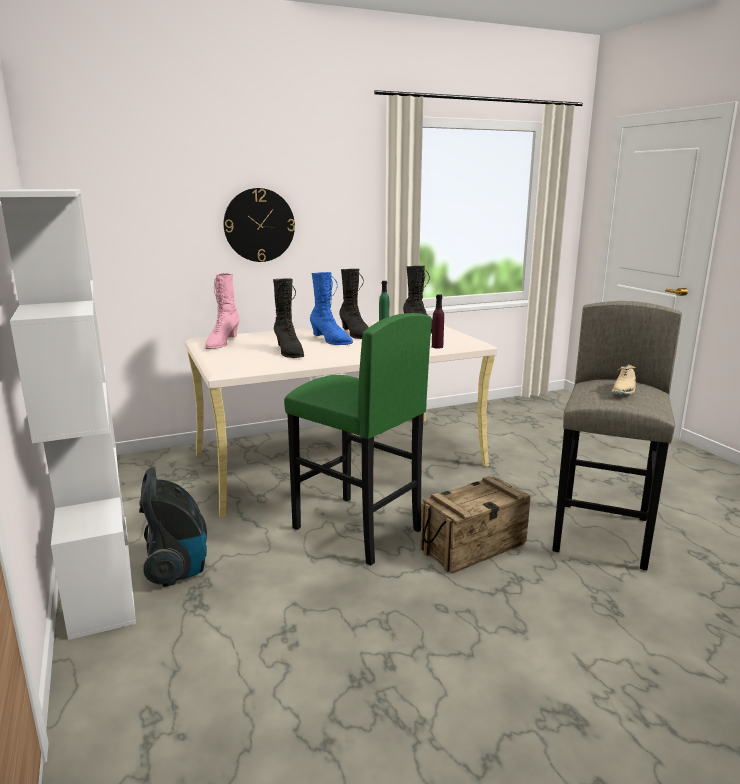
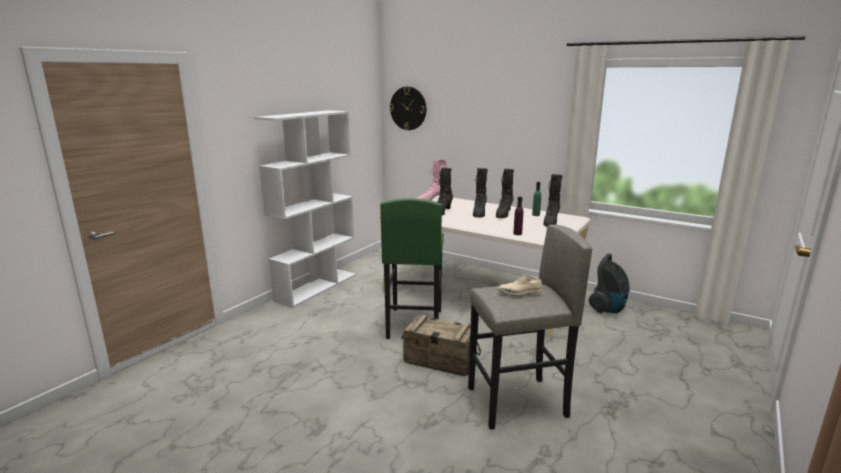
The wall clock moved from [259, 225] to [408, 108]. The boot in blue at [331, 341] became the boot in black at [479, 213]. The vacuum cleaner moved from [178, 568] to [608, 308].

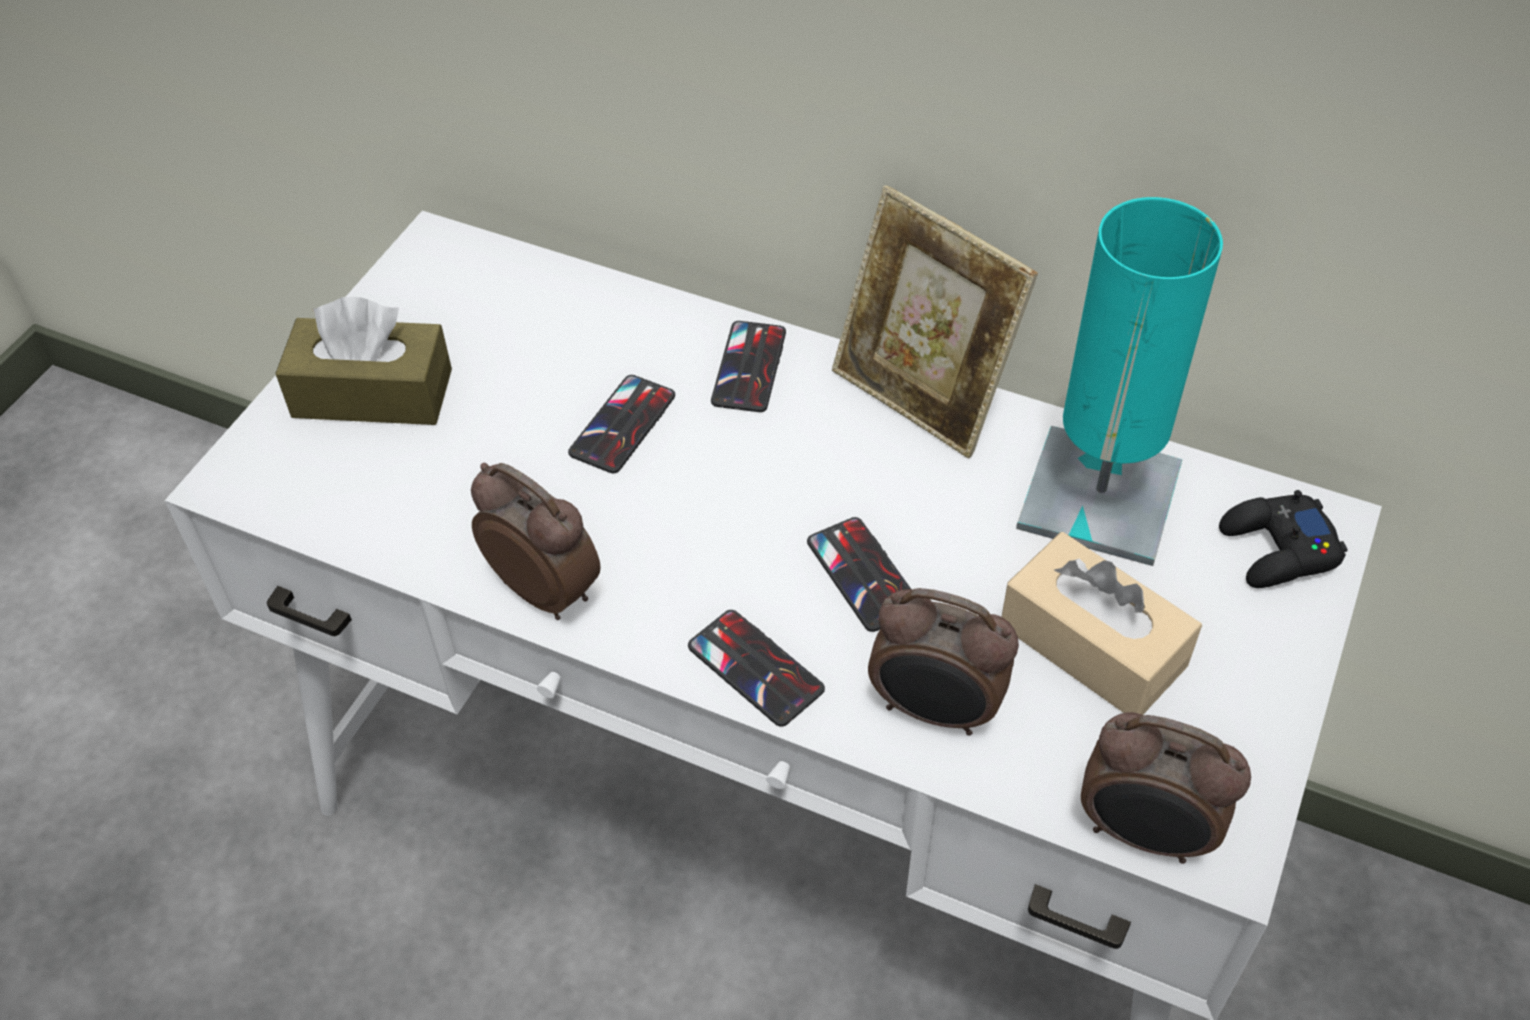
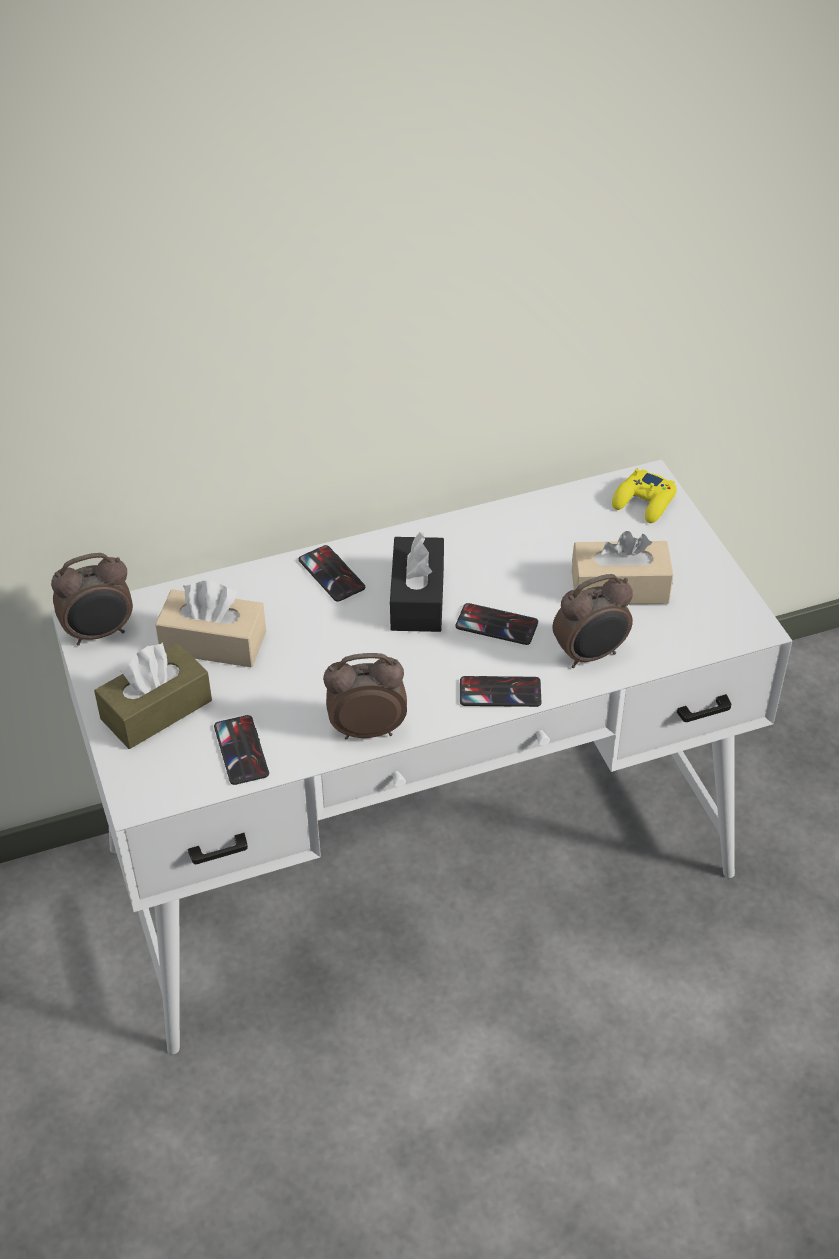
The picture frame at [921, 396] disappeared. The table lamp in turquoise at [1099, 497] disappeared. The phone moved from [623, 425] to [241, 750]. The game controller in black at [1278, 550] became the game controller in yellow at [644, 502]. The alarm clock moved from [1144, 834] to [100, 633]. The tissue box in black at [417, 598] appeared. The tissue box in beige at [213, 642] appeared.

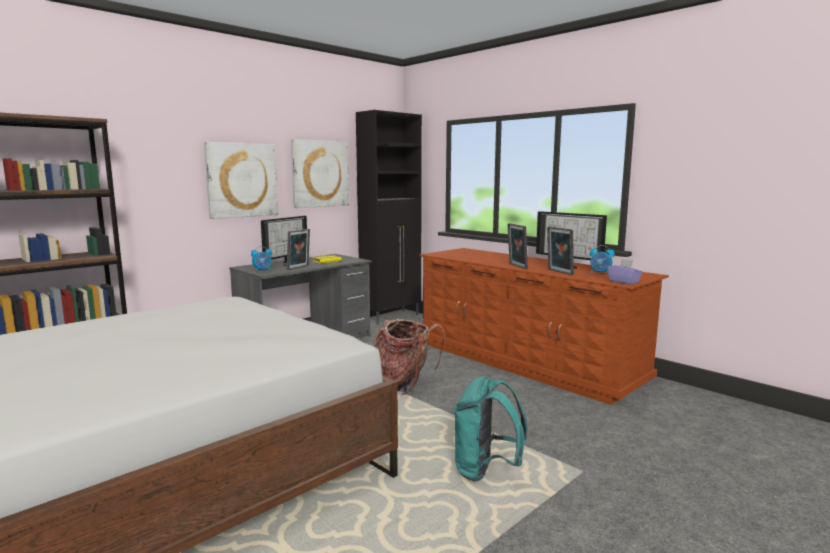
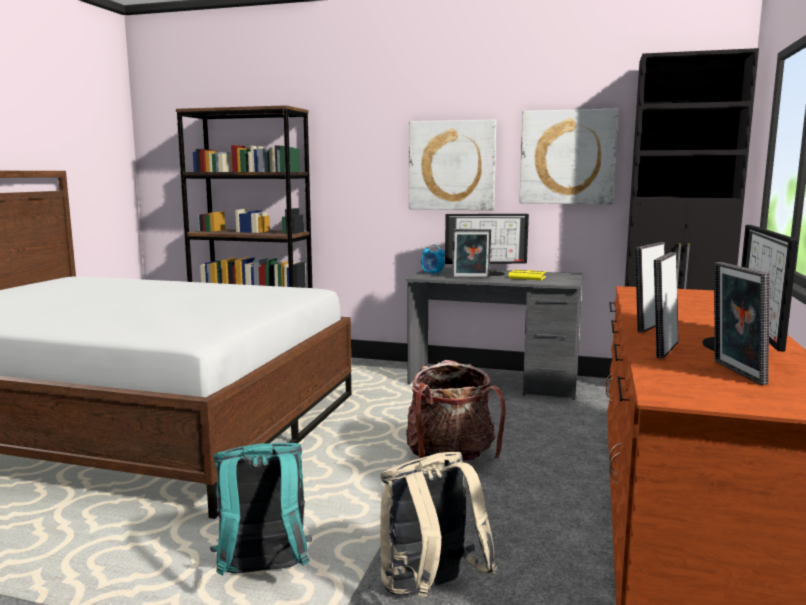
The alarm clock at [600, 273] was replaced by the picture frame at [734, 372]. The tissue box in purple at [624, 282] disappeared. The backpack in beige at [429, 591] appeared.

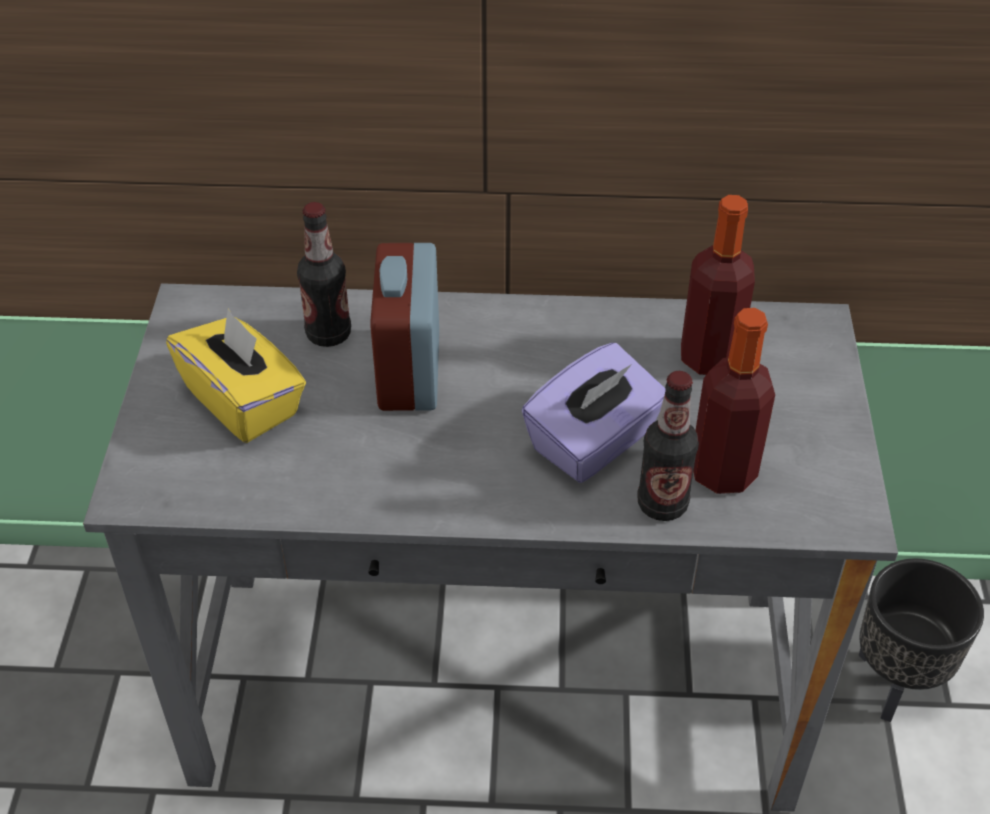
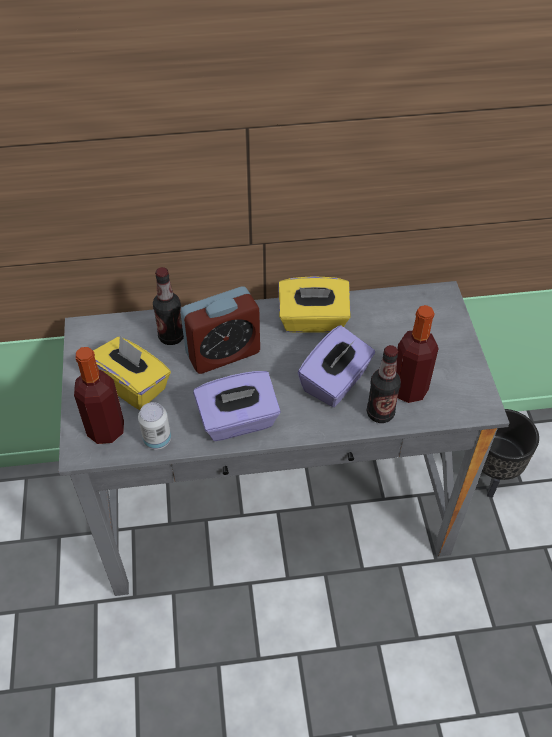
The bottle moved from [709, 357] to [106, 430]. The alarm clock at [409, 371] turned 105 degrees counterclockwise. The tissue box in yellow at [313, 321] appeared. The tissue box in purple at [238, 421] appeared. The can at [157, 440] appeared.

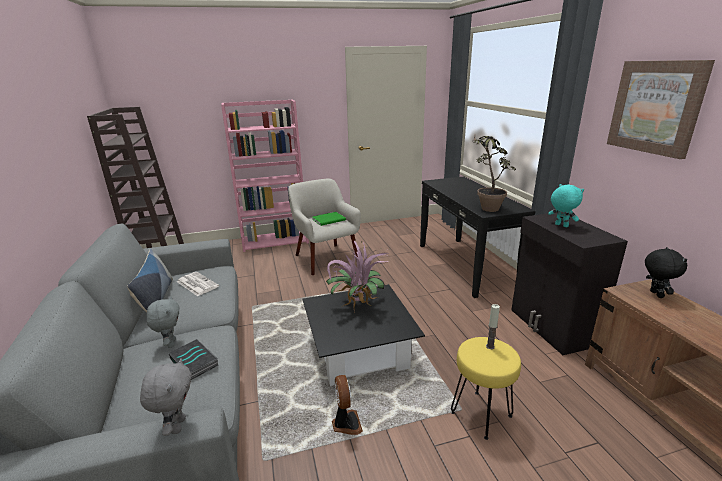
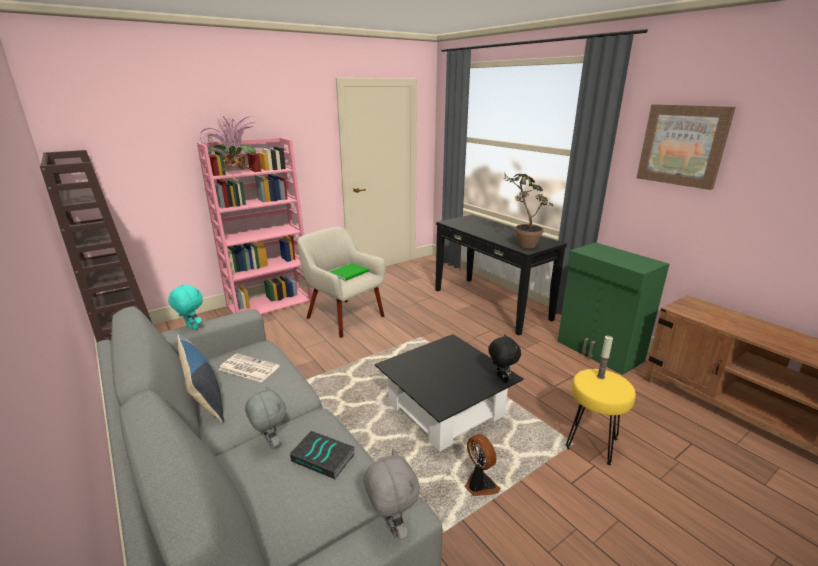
The plush toy in turquoise moved from [561, 225] to [191, 327]. The cabinet in black at [551, 327] became the cabinet in green at [599, 351]. The potted plant moved from [357, 305] to [234, 173]. The plush toy in black moved from [655, 294] to [501, 379].

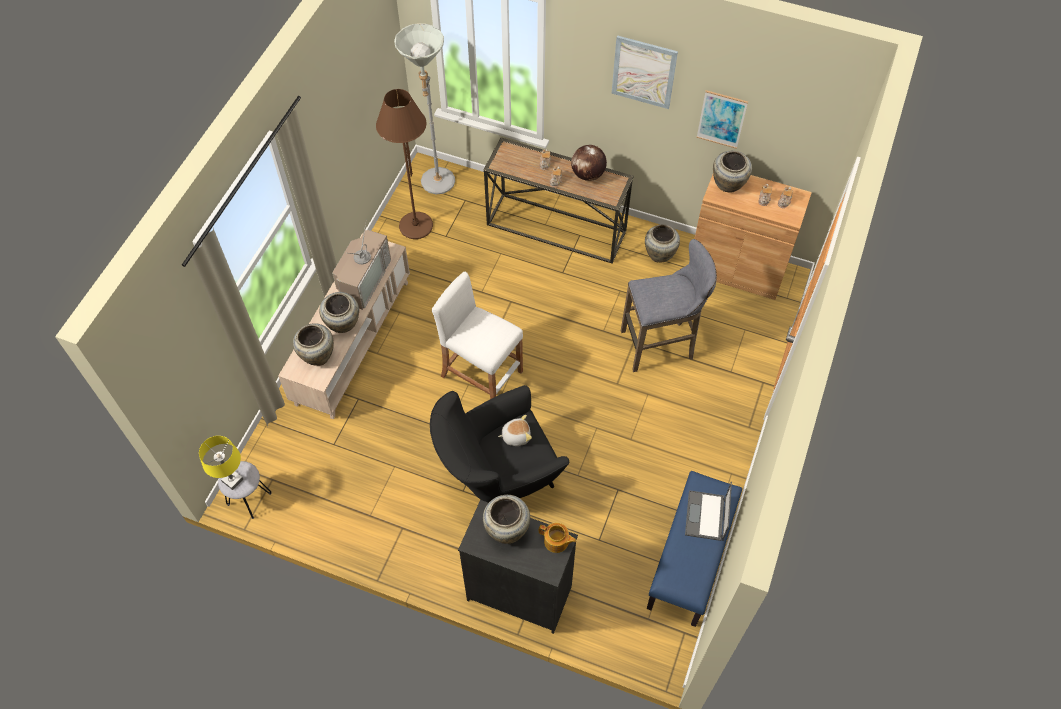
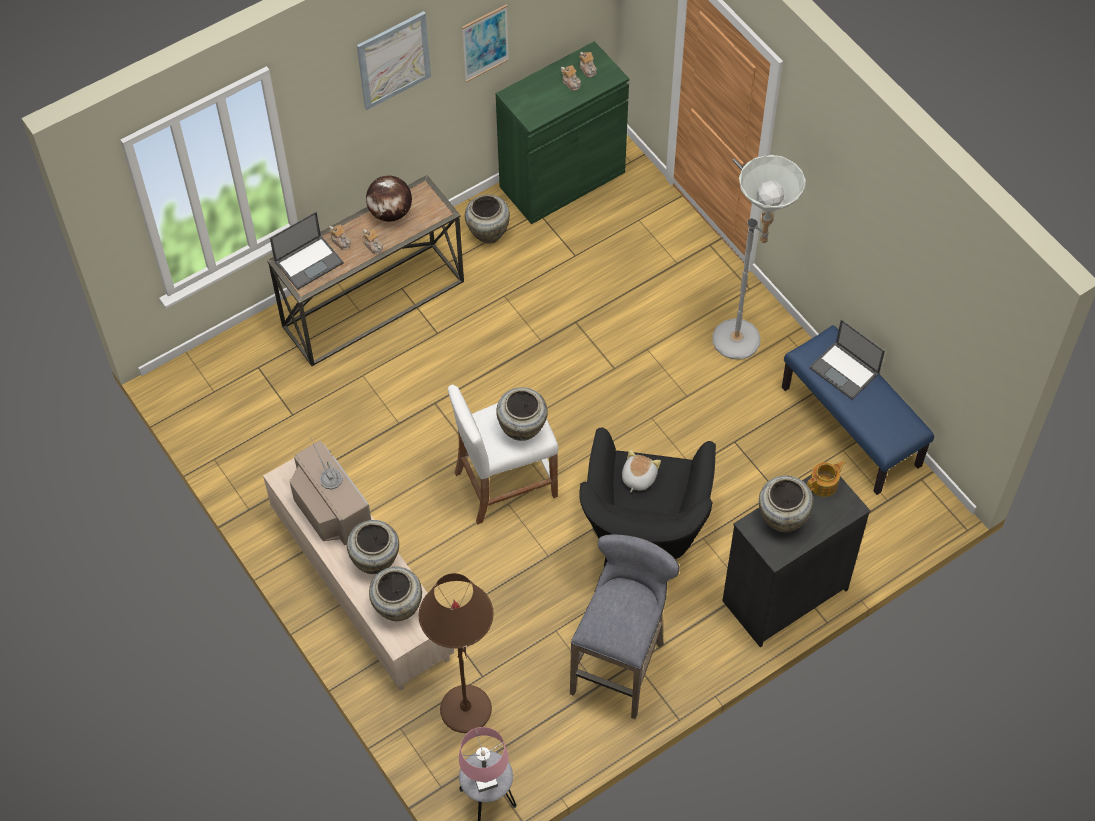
The floor lamp in grey moved from [436, 187] to [744, 346]. The floor lamp in brown moved from [416, 226] to [465, 709]. The vase in beige moved from [728, 185] to [522, 429]. The cabinet in brown at [736, 269] became the cabinet in green at [562, 179]. The stool in grey moved from [660, 345] to [620, 664]. The table lamp in yellow at [232, 480] became the table lamp in pink at [485, 780]. The laptop at [309, 262] appeared.

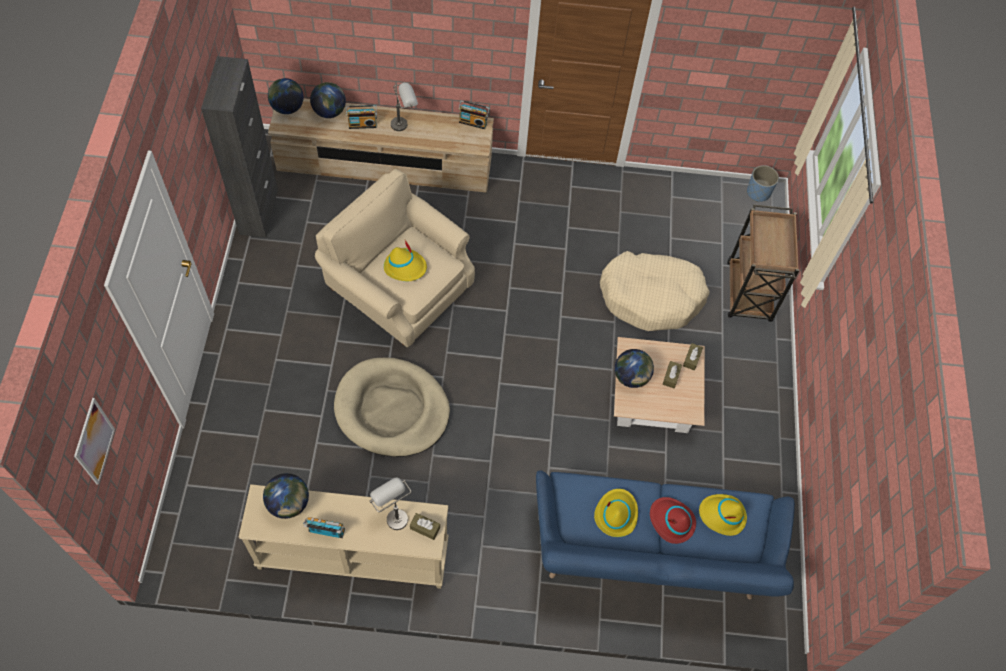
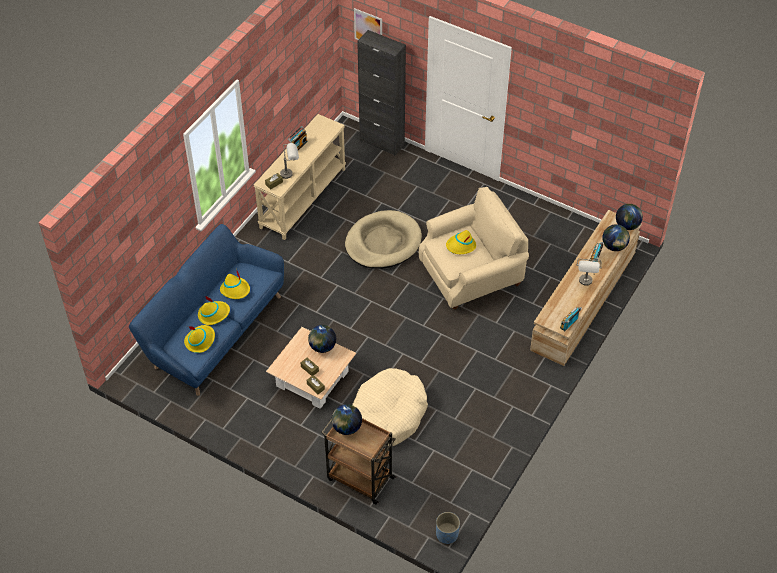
The cabinet in black moved from [259, 211] to [382, 142]. The globe moved from [289, 503] to [346, 428]. The hat in red at [671, 521] became the hat in yellow at [213, 314].

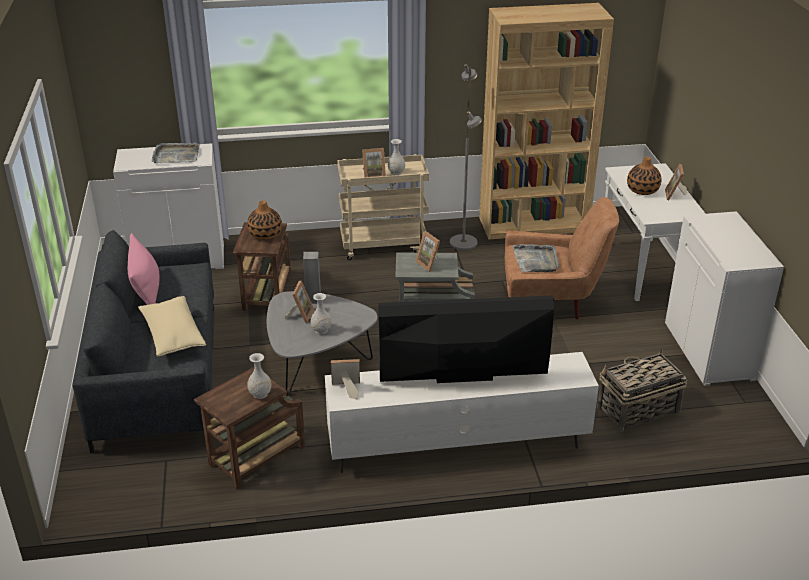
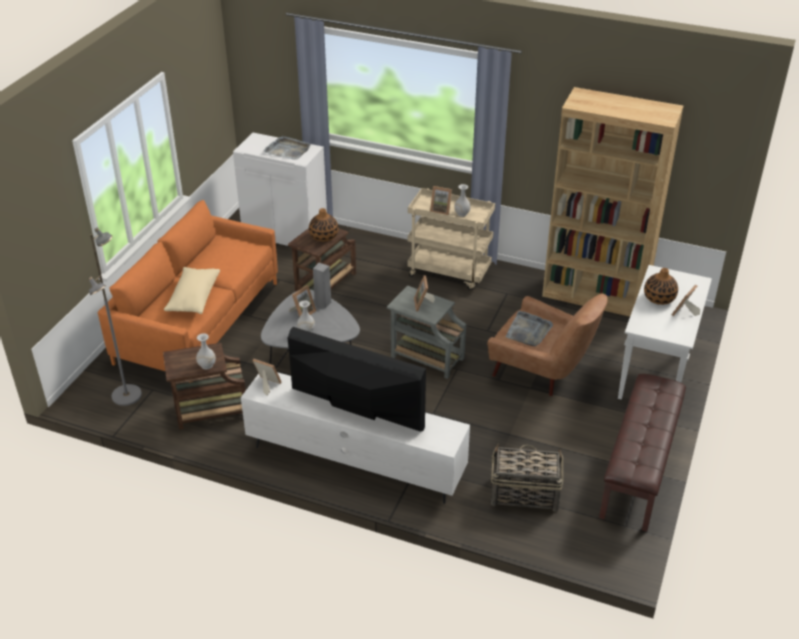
The floor lamp in grey moved from [464, 243] to [127, 395]. The cabinet in white at [710, 352] was replaced by the bench in brown at [640, 469]. The sofa in grey at [158, 374] became the sofa in orange at [198, 322]. The pillow in pink at [146, 289] disappeared.

